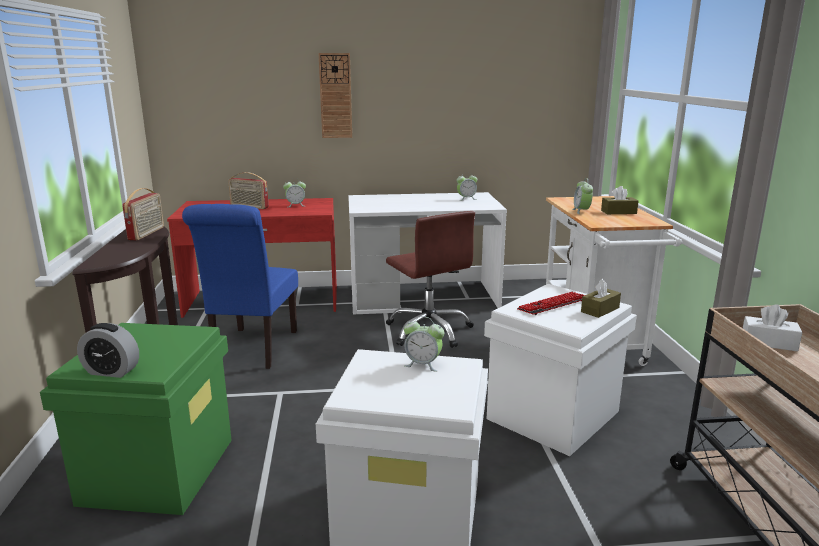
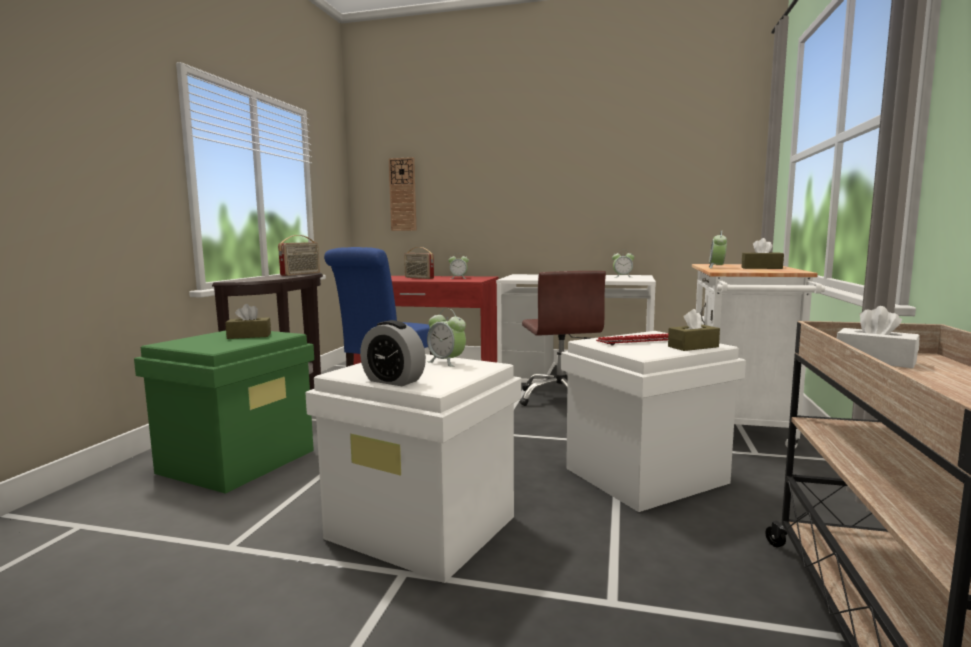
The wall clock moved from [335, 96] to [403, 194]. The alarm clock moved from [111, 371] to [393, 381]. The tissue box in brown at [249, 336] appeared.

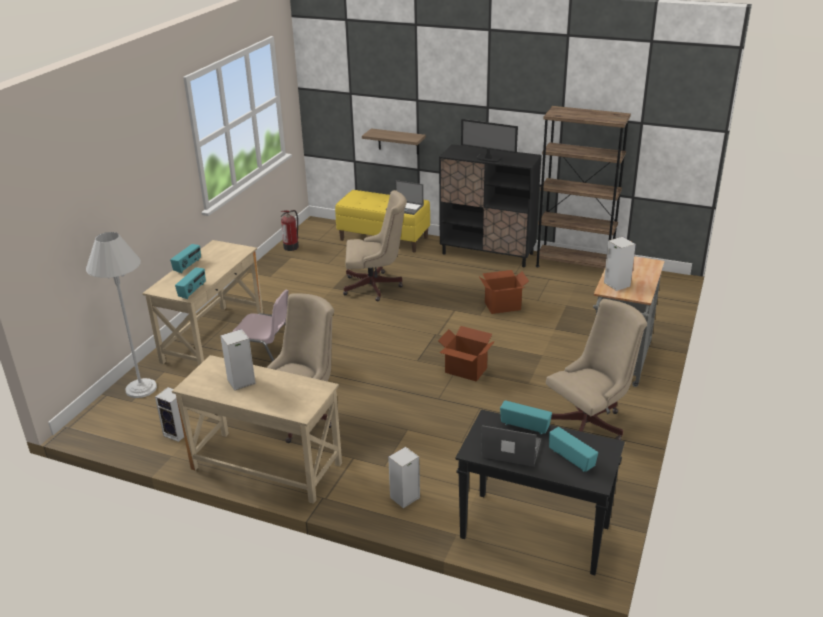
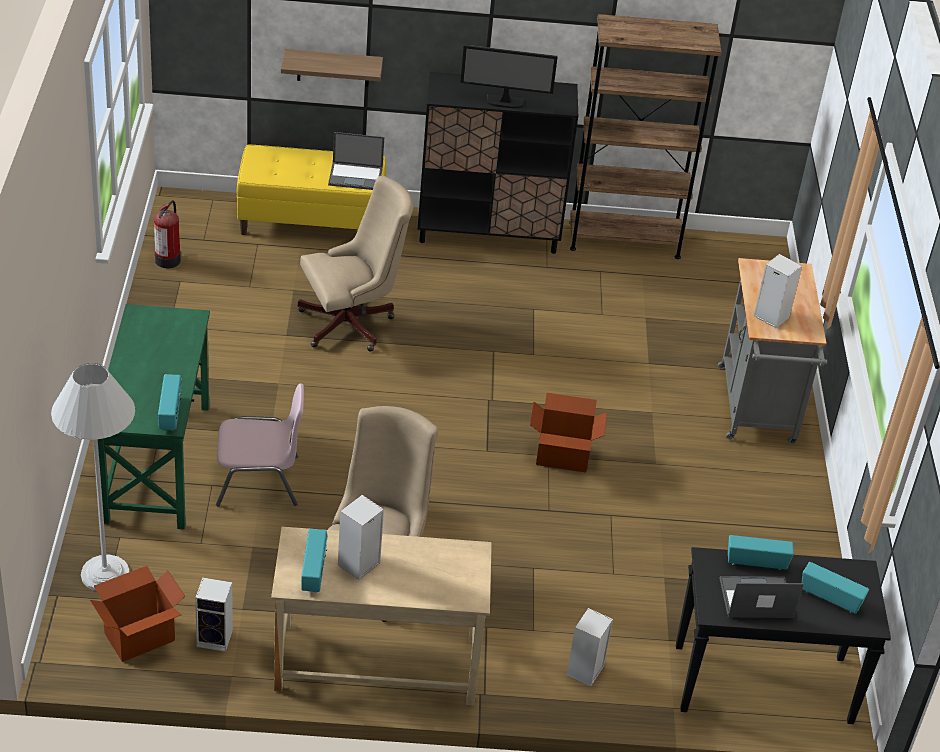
The desk in beige at [213, 338] became the desk in green at [156, 462]. The radio moved from [188, 266] to [314, 572]. The cardboard box moved from [502, 306] to [139, 636]. The office chair in beige at [590, 423] disappeared.

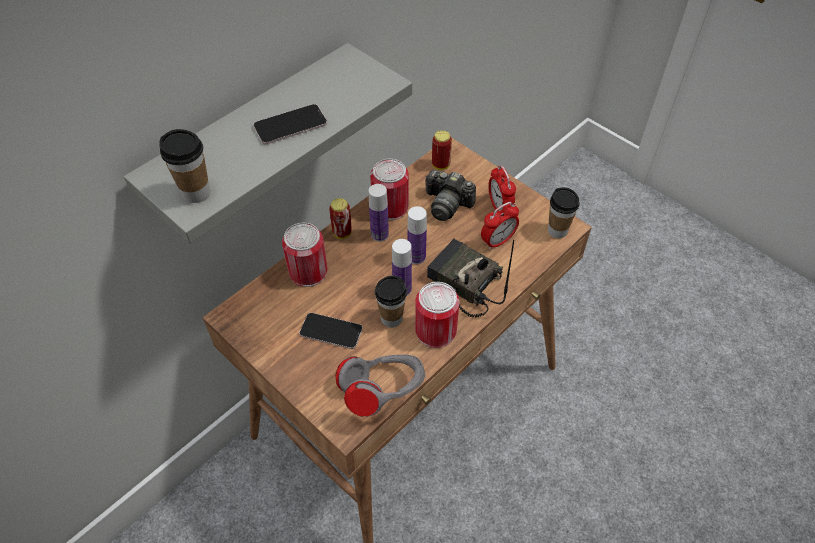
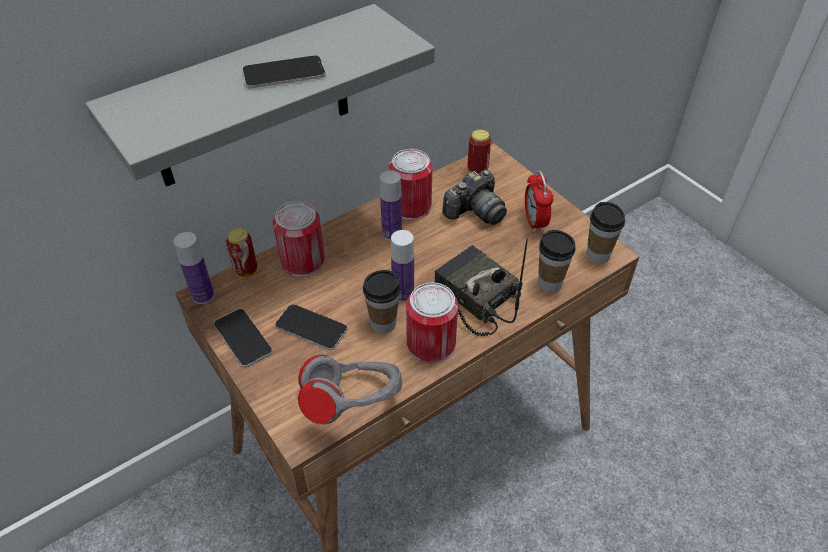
The cup moved from [196, 193] to [549, 283]. The photo camera at [447, 204] turned 75 degrees counterclockwise. The can moved from [342, 233] to [246, 271]. The alarm clock at [497, 241] disappeared. The bottle moved from [416, 257] to [203, 296]. The phone at [243, 338] appeared.

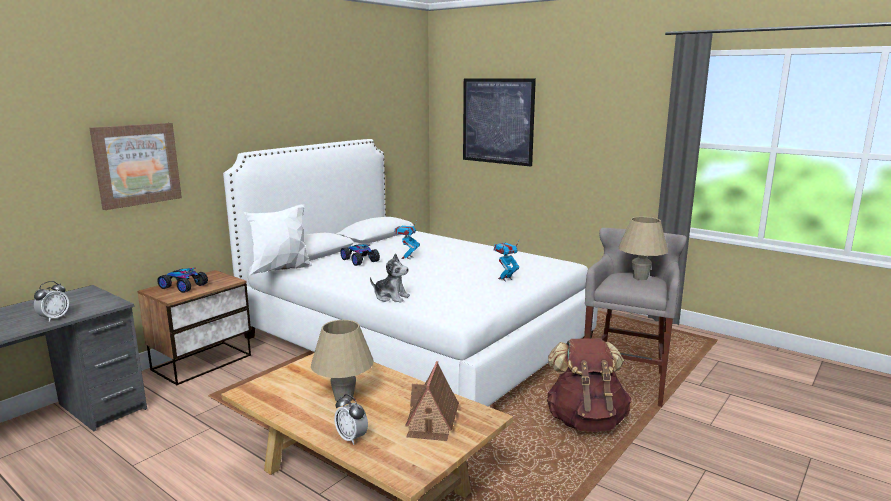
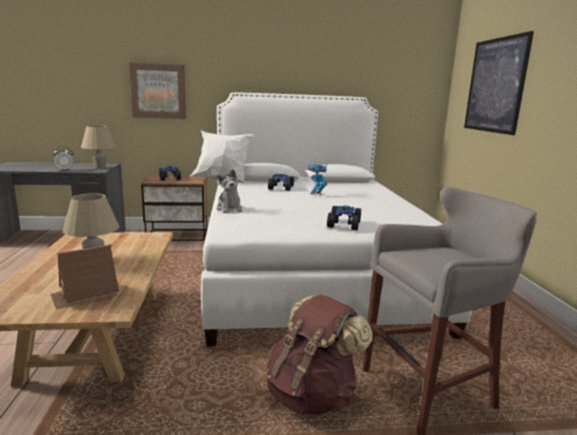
The table lamp in beige moved from [640, 277] to [100, 167]. The toy robot at [505, 279] was replaced by the toy car at [344, 224]. The alarm clock at [351, 438] disappeared.

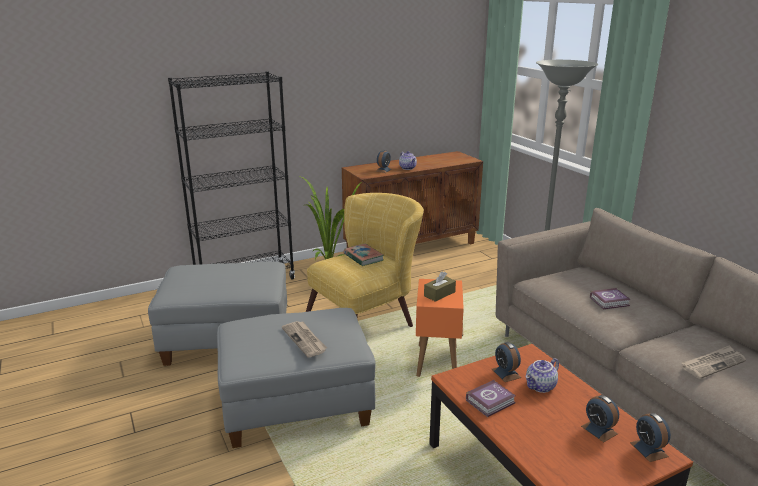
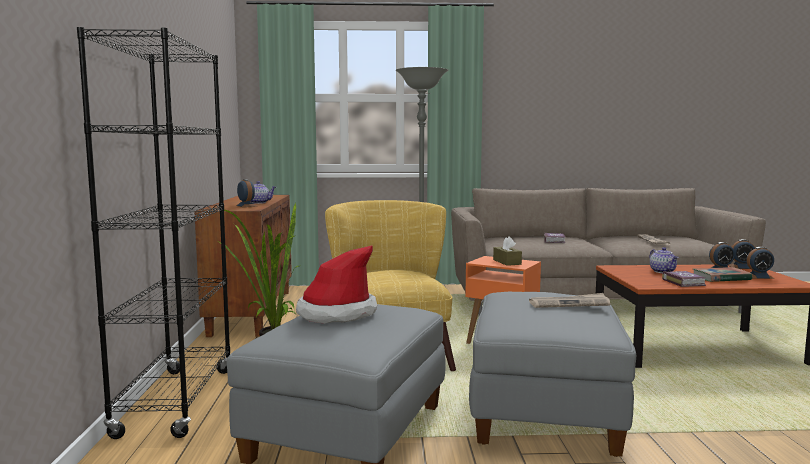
The book moved from [363, 257] to [721, 278]. The alarm clock moved from [506, 373] to [758, 276]. The hat at [336, 313] appeared.

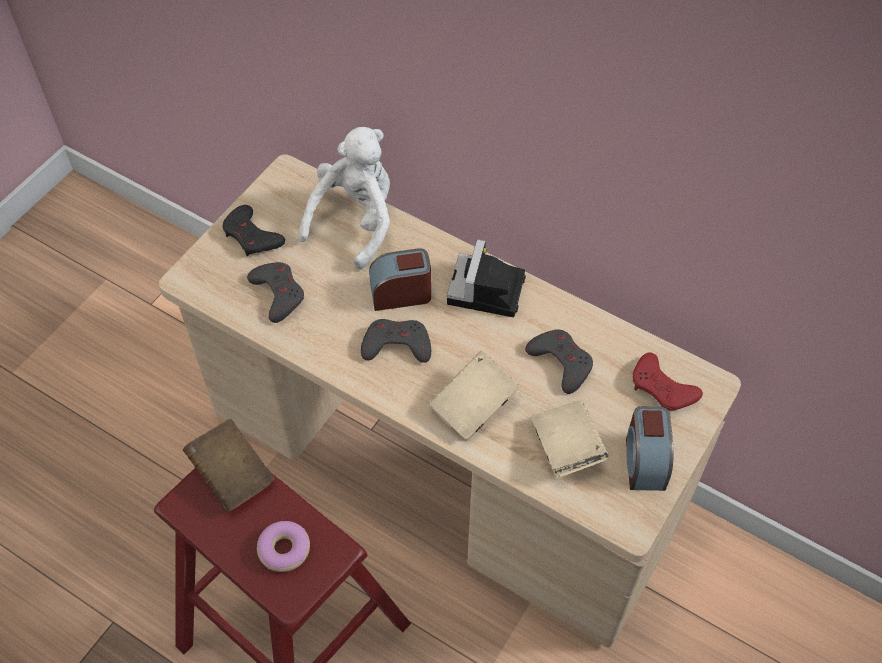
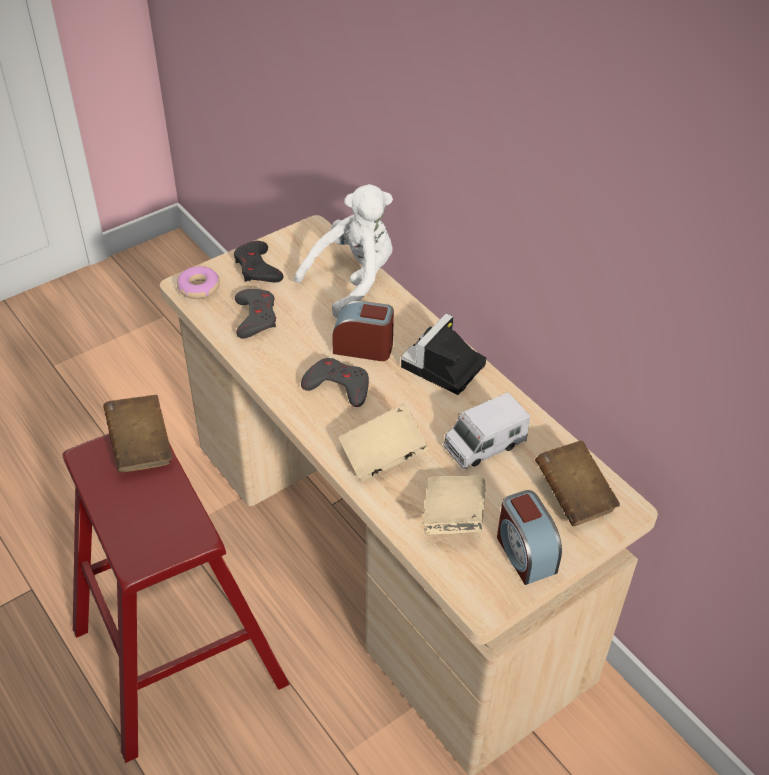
The game controller in grey at [561, 362] was replaced by the toy truck at [484, 445]. The game controller in red at [662, 388] was replaced by the book in brown at [573, 496]. The alarm clock at [644, 461] turned 45 degrees counterclockwise. The donut moved from [284, 549] to [198, 288].

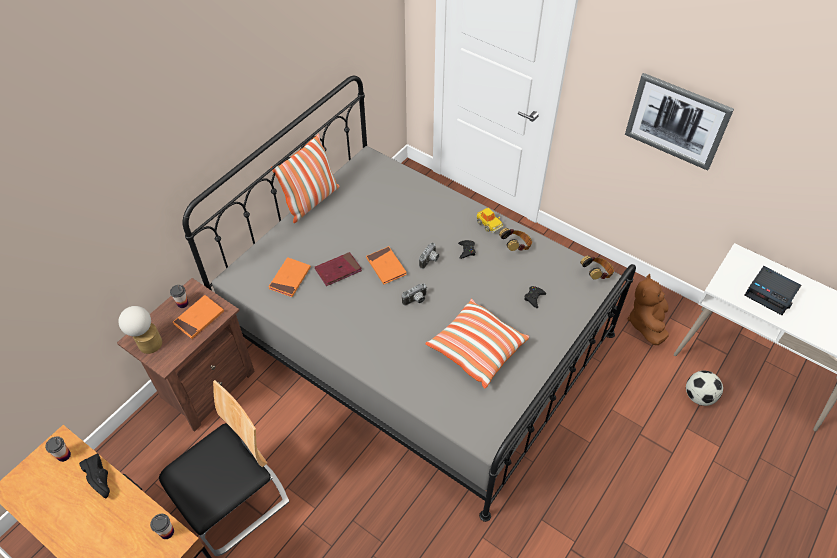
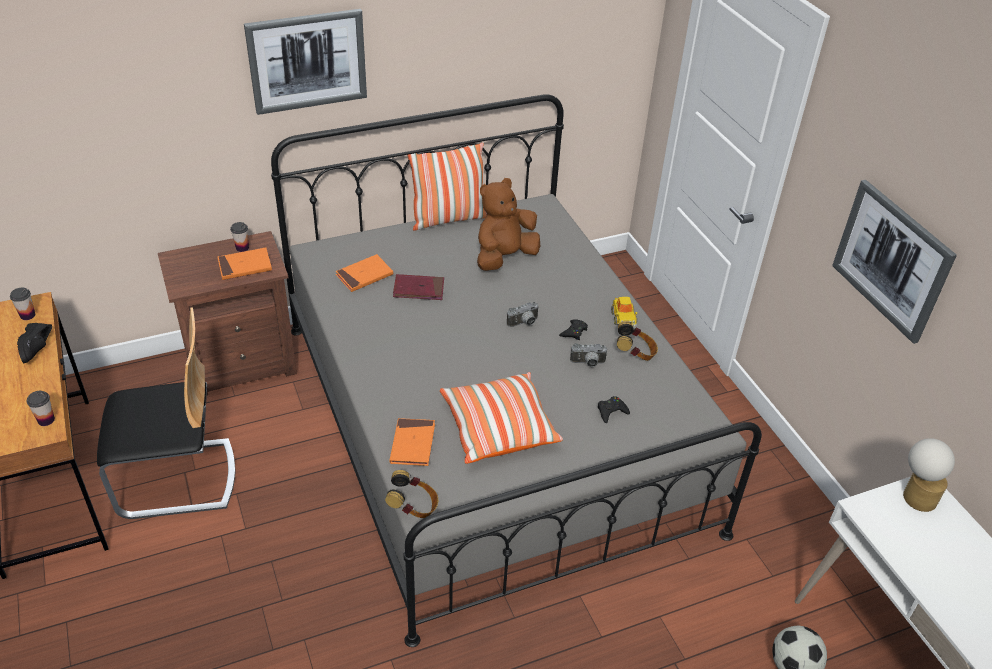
The book in orange moved from [386, 267] to [412, 444]. The headphones moved from [596, 274] to [413, 507]. The alarm clock at [771, 293] disappeared. The plush toy in brown moved from [646, 323] to [504, 257]. The photo camera moved from [416, 300] to [588, 363]. The table lamp moved from [147, 342] to [915, 495]. The picture at [307, 61] appeared.

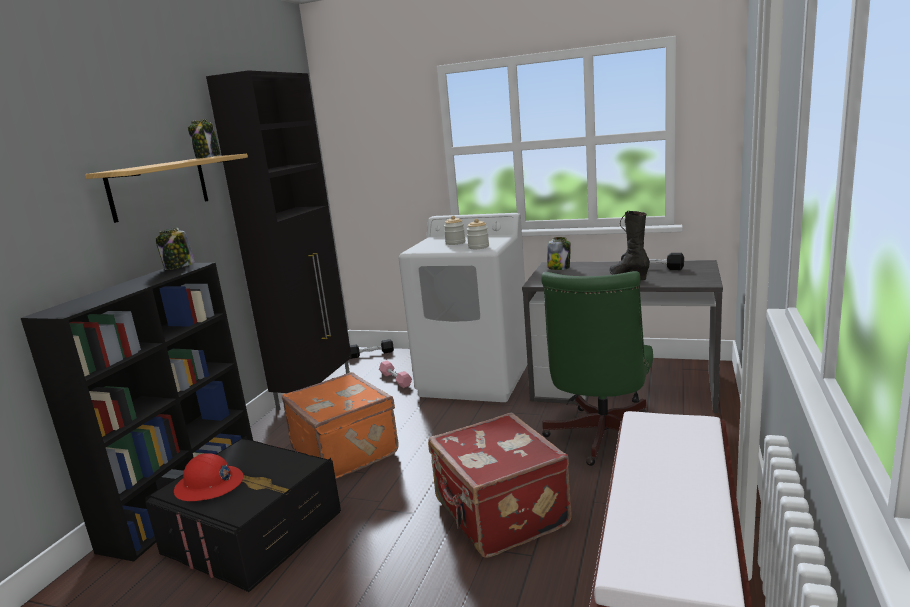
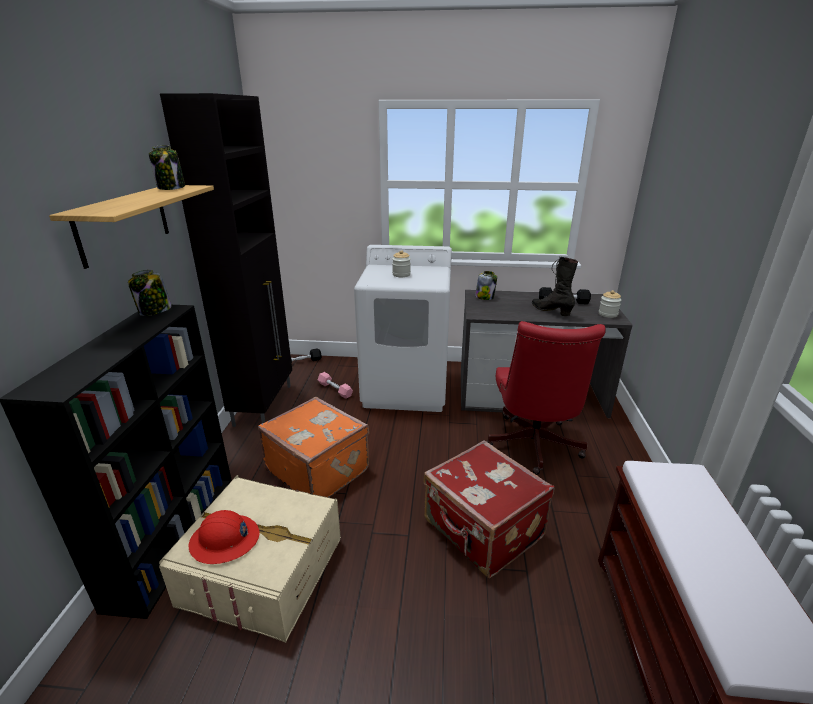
The jar moved from [478, 247] to [608, 314]. The office chair in green at [600, 439] became the office chair in red at [533, 447]. The storage box in black at [253, 533] became the storage box in beige at [263, 571].

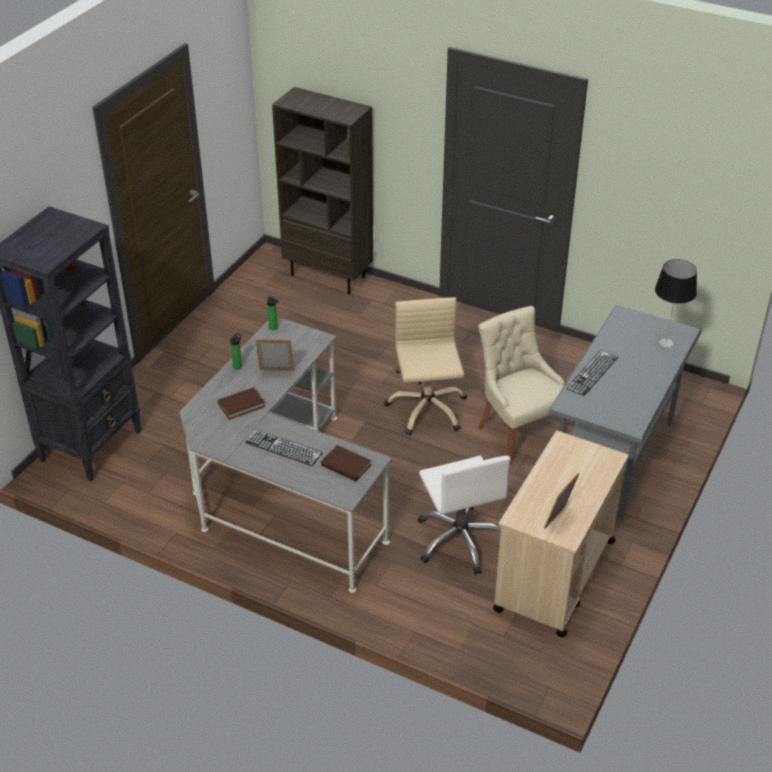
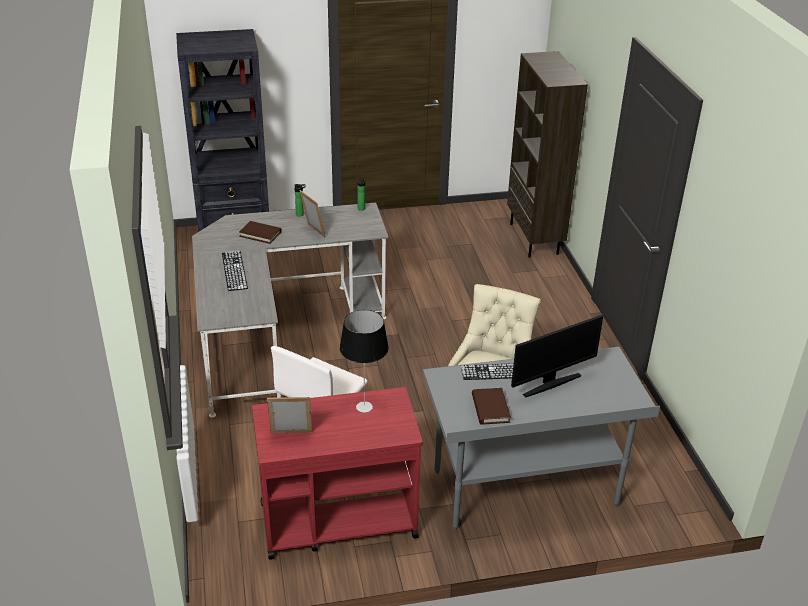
The table lamp moved from [666, 343] to [364, 407]. The office chair in beige at [426, 409] disappeared. The cart in beige at [554, 576] became the cart in red at [337, 519]. The book in brown moved from [346, 465] to [490, 408]. The monitor at [550, 384] appeared.

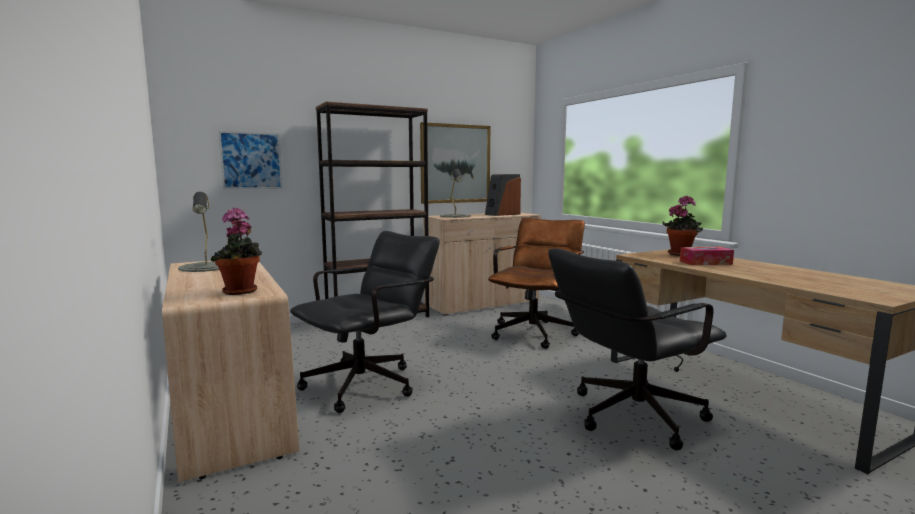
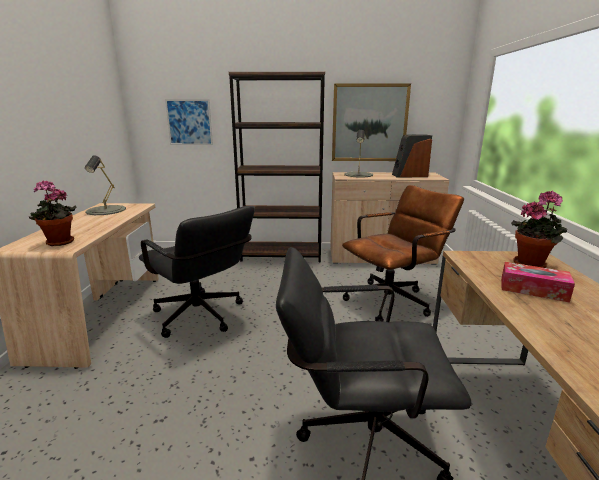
The office chair in black at [370, 382] turned 60 degrees clockwise.

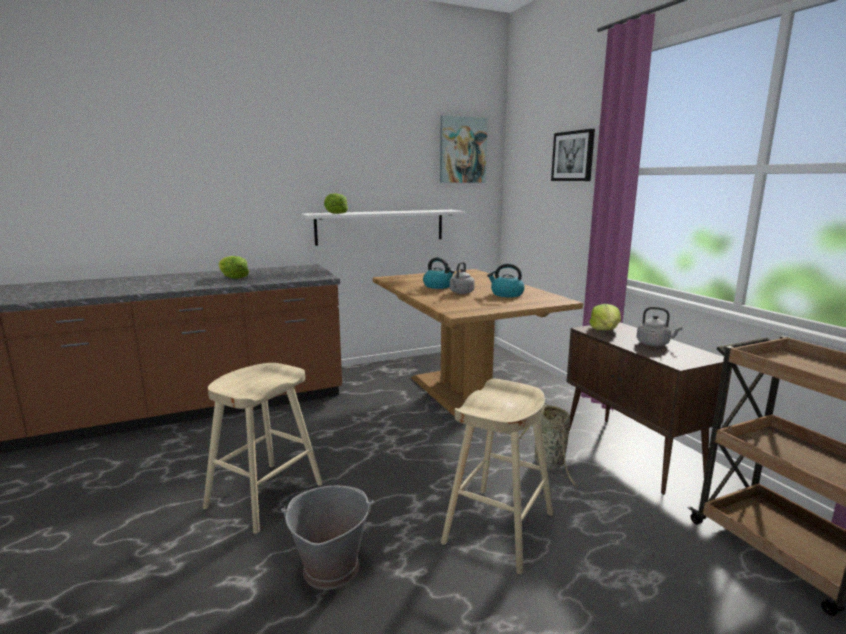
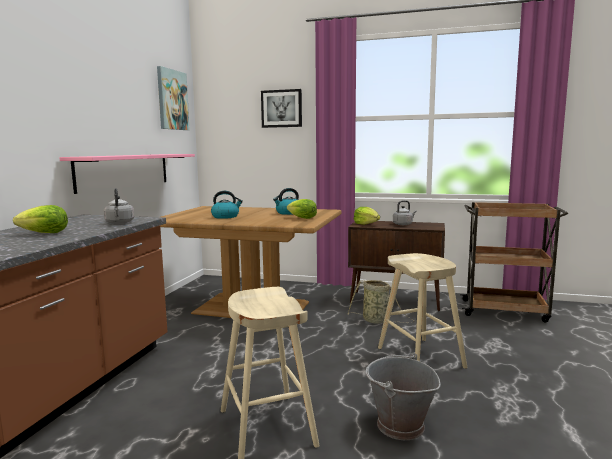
The lettuce moved from [336, 213] to [302, 218]. The shelf in white at [381, 226] became the shelf in pink at [125, 171]. The kettle in grey moved from [461, 292] to [119, 223].

